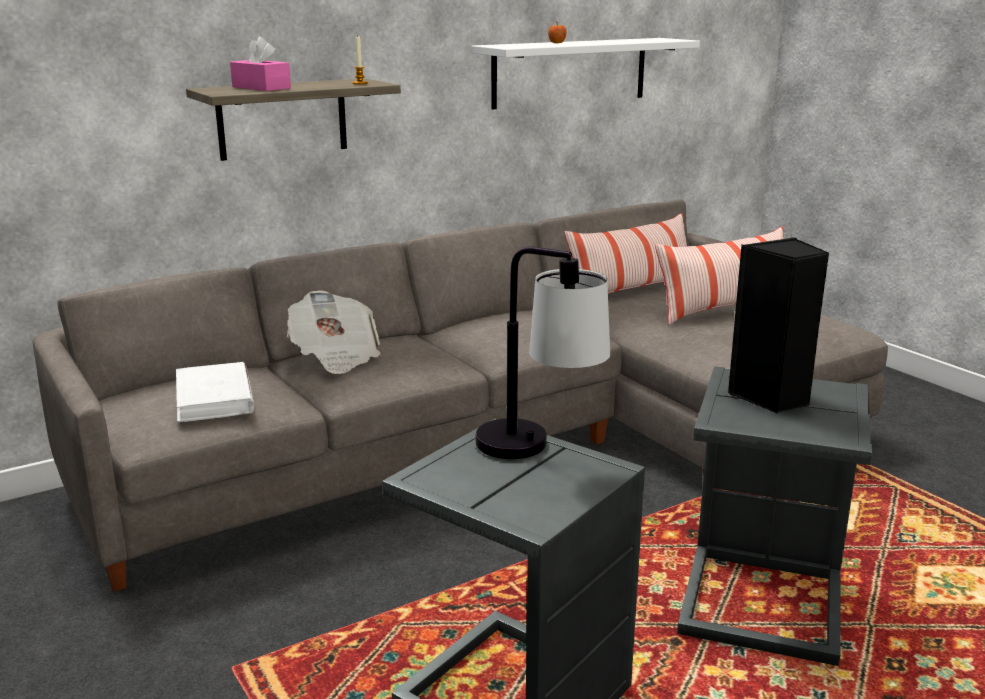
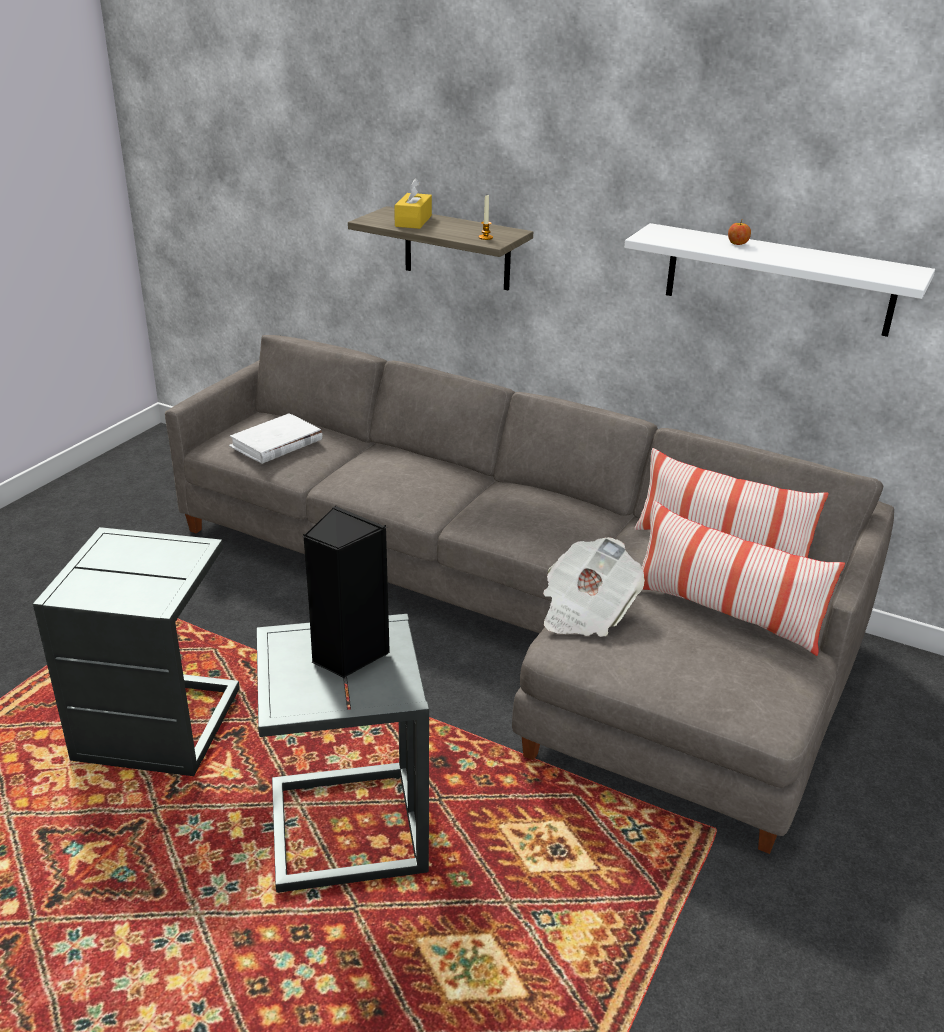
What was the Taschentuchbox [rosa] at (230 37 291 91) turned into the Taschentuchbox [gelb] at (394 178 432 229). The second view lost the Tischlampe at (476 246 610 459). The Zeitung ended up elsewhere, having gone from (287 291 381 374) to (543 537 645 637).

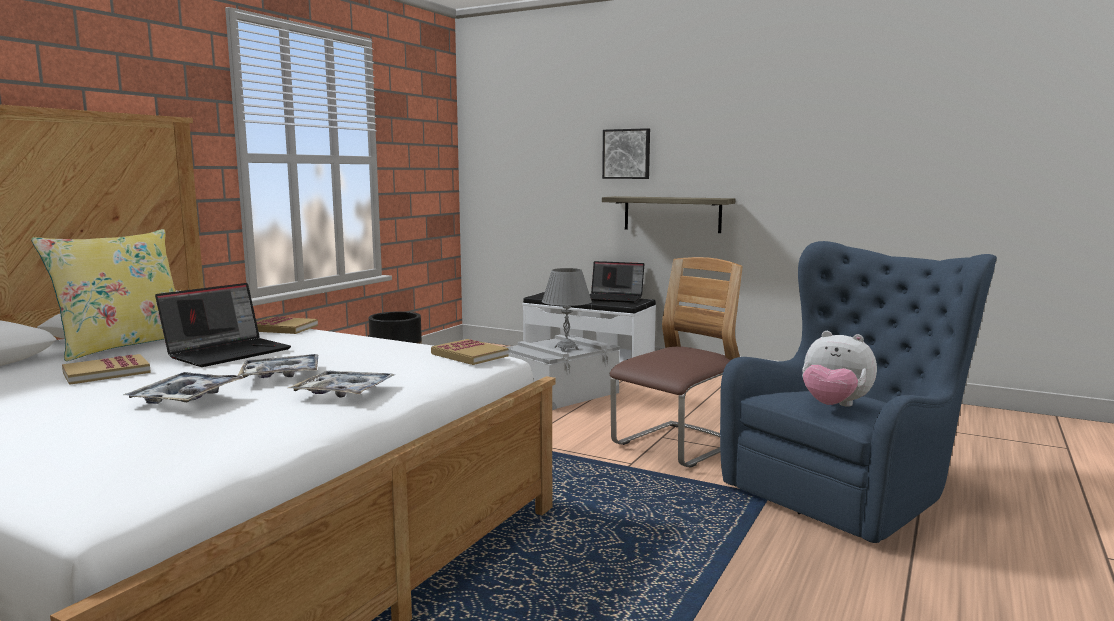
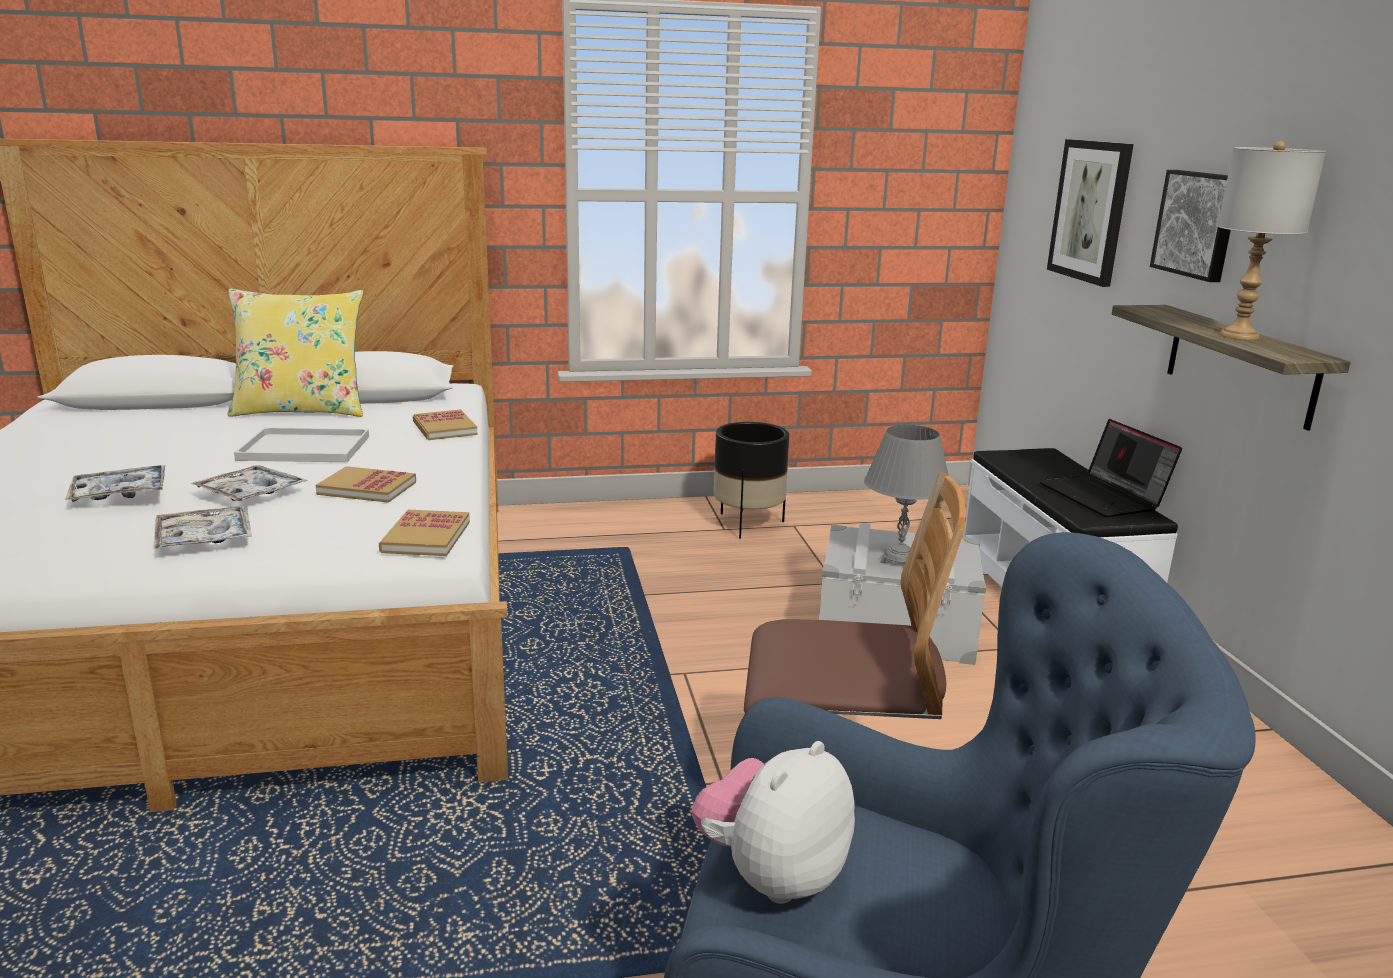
Where the Laptop stood at (155 283 291 367), the Tablett [weiß] came to stand at (234 428 369 462). The Plüschtier at (802 331 877 407) ended up facing another way, 45 degrees clockwise from before. The Buch ended up elsewhere, having gone from (62 354 151 385) to (316 466 416 503). The second view gained the Bild at (1047 139 1134 287). The second view gained the Tischlampe [grau] at (1218 141 1326 340).

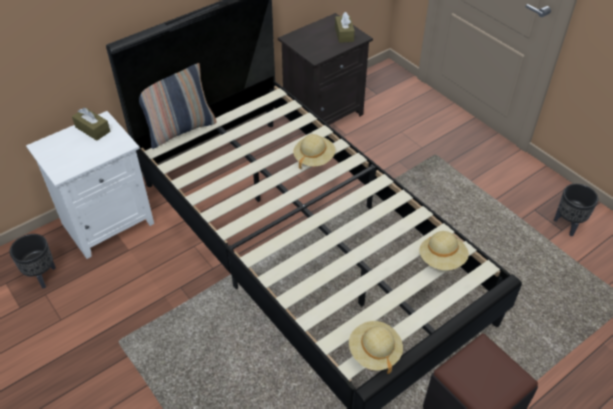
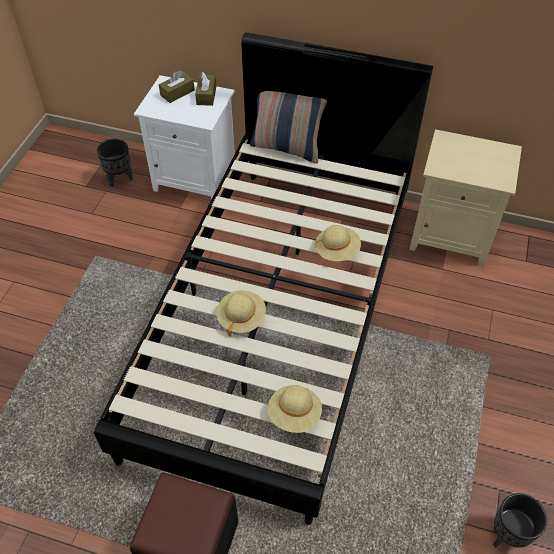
The Taschentuchbox [braun] ended up elsewhere, having gone from (335 12 355 43) to (159 70 195 103). What was the Nachttisch [schwarz] at (278 13 373 125) turned into the Nachttisch [beige] at (410 129 522 267). The Hut [beige] ended up elsewhere, having gone from (349 321 403 374) to (217 290 266 337).

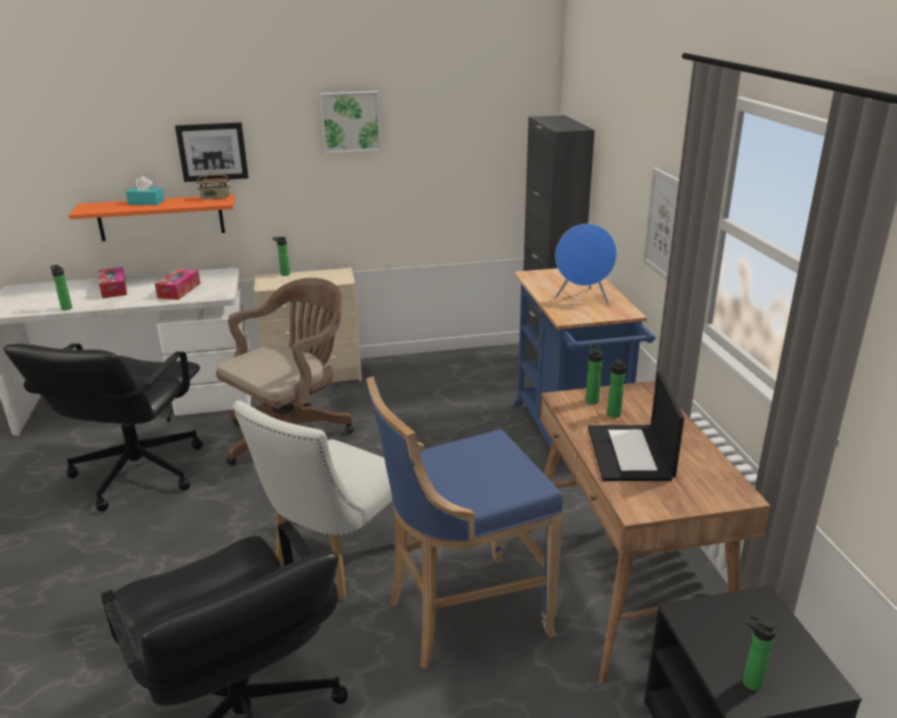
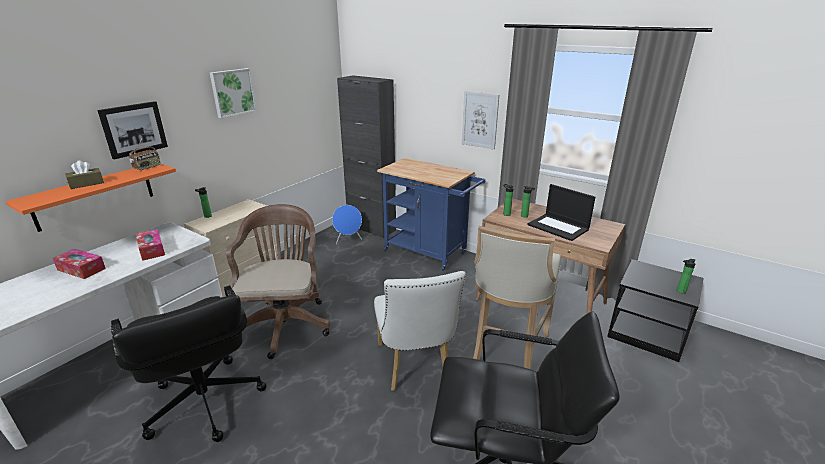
What was the Taschentuchbox [türkis] at (126 176 164 205) turned into the Taschentuchbox [braun] at (65 160 104 189). The Lautsprecher [blau] ended up elsewhere, having gone from (555 224 617 305) to (332 205 362 244). The second view lost the Flasche at (51 265 72 311). What was the Hocker [blau] at (366 376 563 669) turned into the Hocker [beige] at (473 226 561 369).

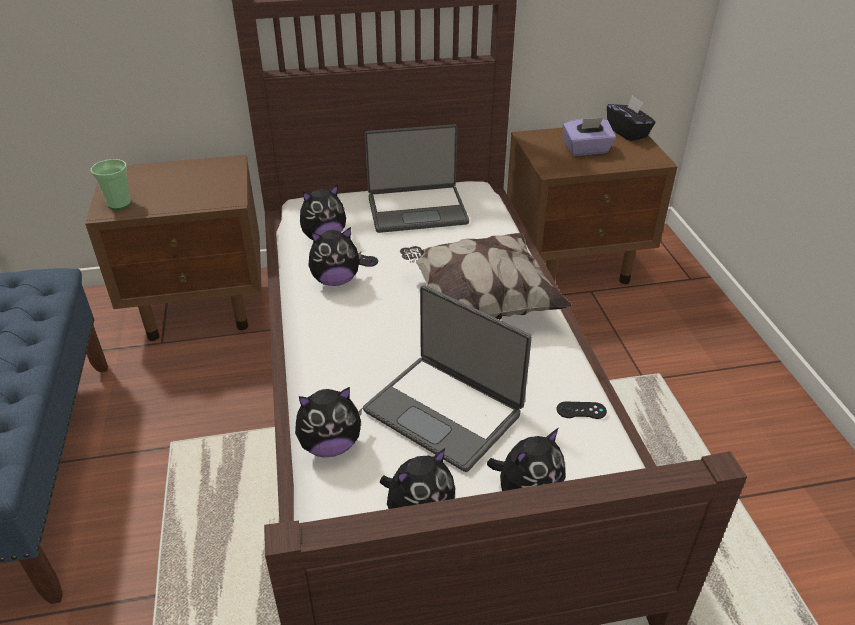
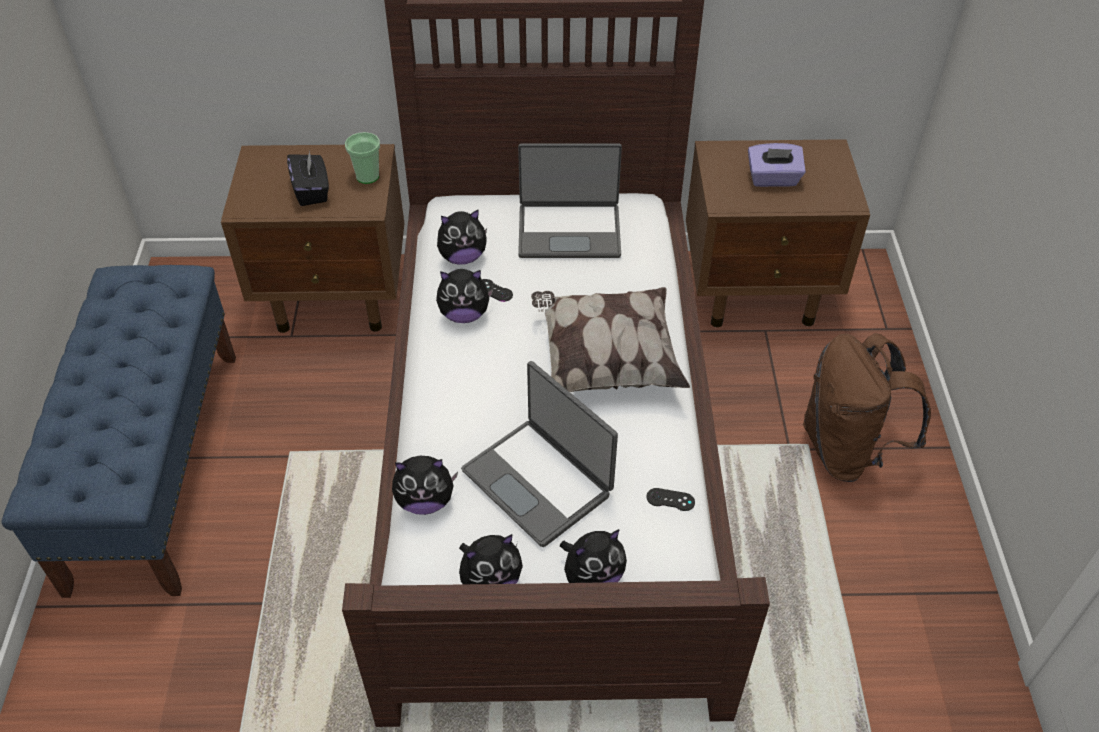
The Taschentuchbox [schwarz] ended up elsewhere, having gone from (607 95 656 141) to (287 151 329 206). The Tasse ended up elsewhere, having gone from (91 159 131 210) to (345 132 380 184). The second view gained the Rucksack [braun] at (803 333 931 482).

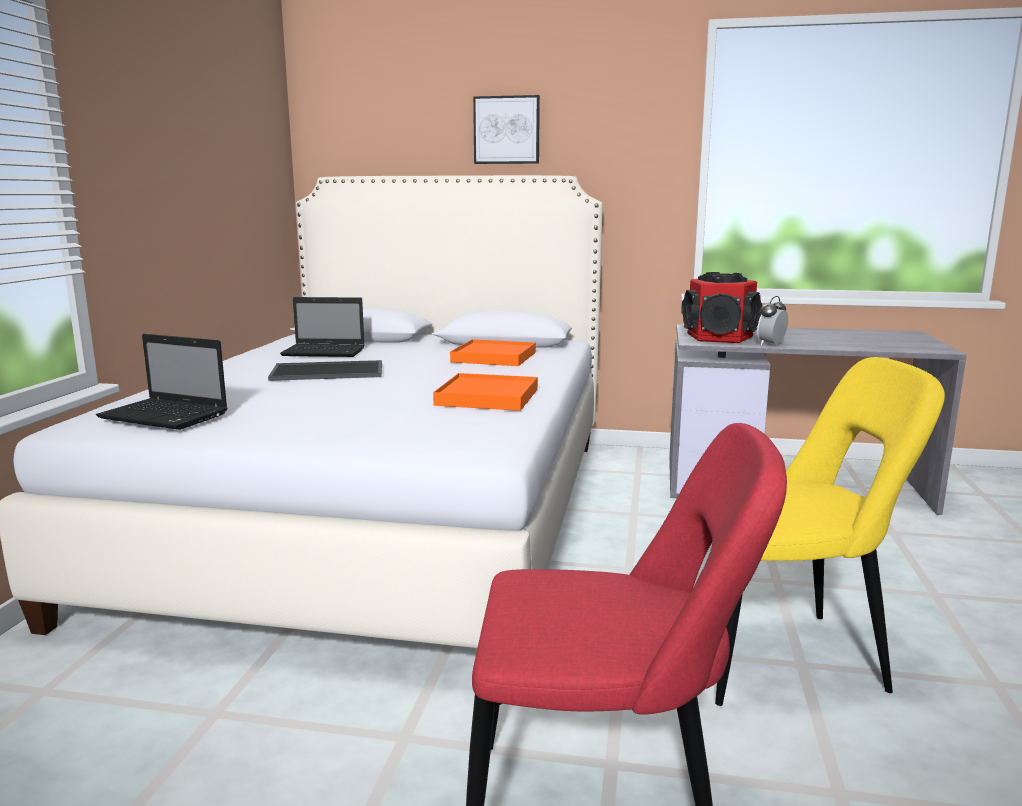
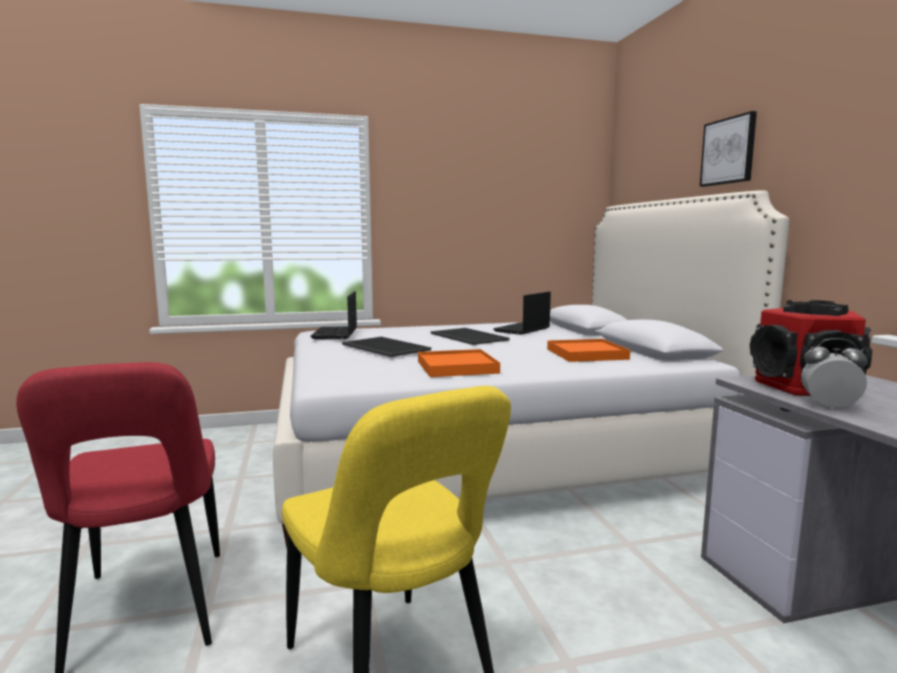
The Laptop at (280 297 365 357) ended up facing another way, 60 degrees clockwise from before. The second view gained the Tablett at (342 337 431 357).

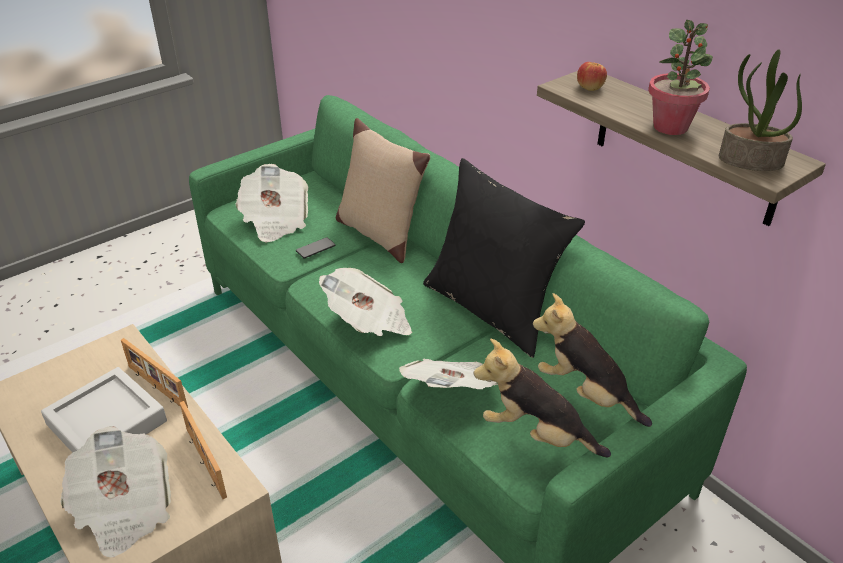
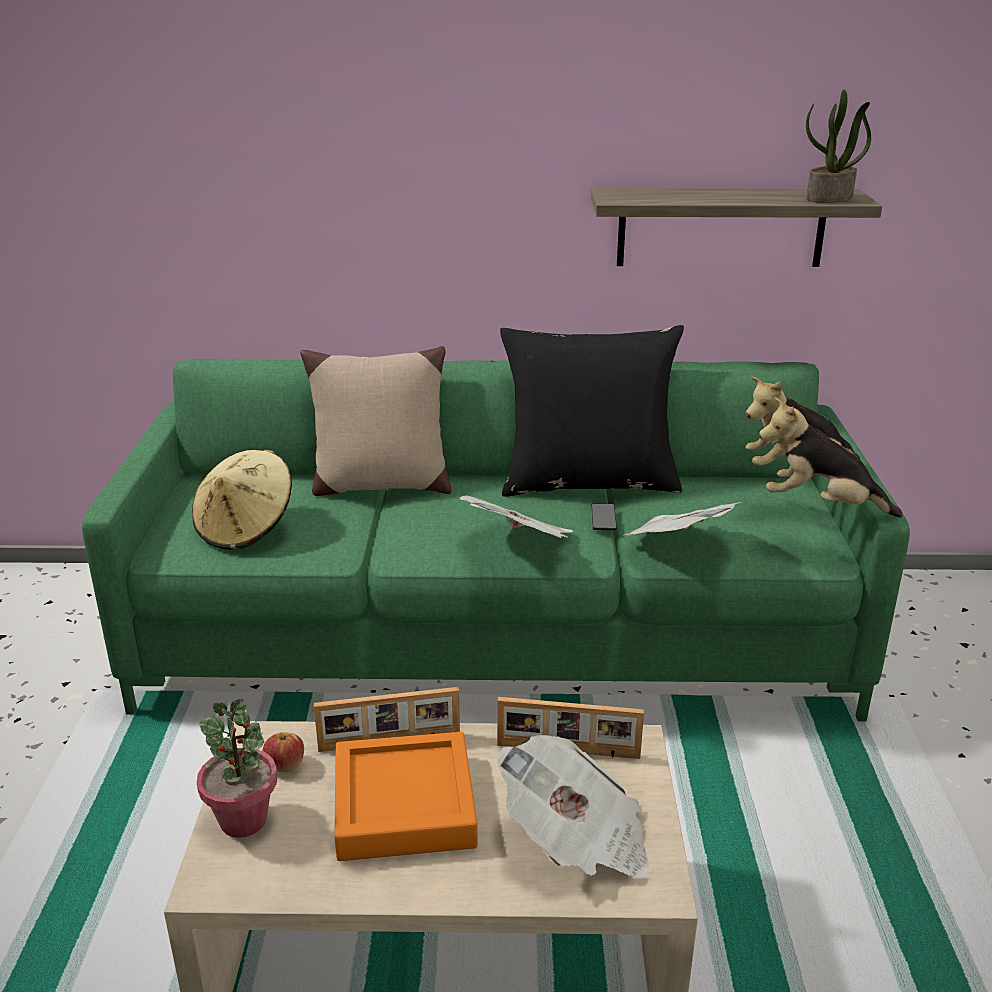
The Topfpflanze ended up elsewhere, having gone from (648 20 713 135) to (197 699 277 838). The Apfel ended up elsewhere, having gone from (577 62 607 91) to (262 732 304 773). Where the Zeitung stood at (236 164 309 243), the Hut [beige] came to stand at (192 449 292 550). The Handy ended up elsewhere, having gone from (296 237 336 258) to (591 503 617 530). The Plüschtier at (473 338 611 458) ended up facing another way, 45 degrees clockwise from before. What was the Tablett [grau] at (41 367 167 453) turned into the Tablett [orange] at (334 732 478 861).

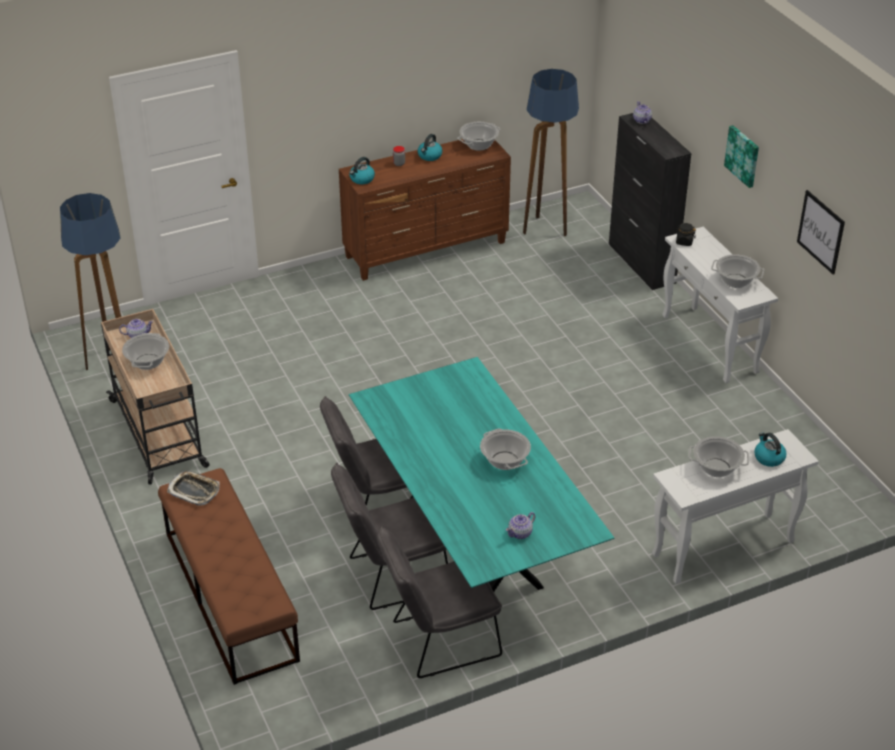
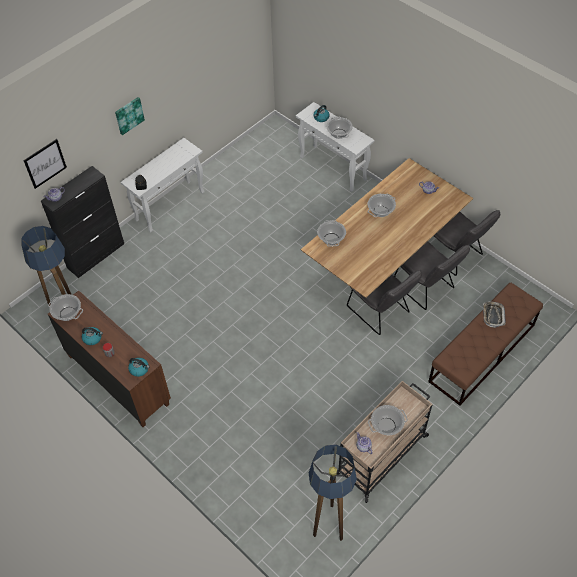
The Bild ended up elsewhere, having gone from (797 190 845 275) to (23 139 67 189). The Kochtopf ended up elsewhere, having gone from (711 254 764 288) to (317 220 346 247). What was the Esstisch [türkis] at (349 357 615 592) turned into the Esstisch [braun] at (301 158 474 298). The Tablett ended up elsewhere, having gone from (167 471 219 506) to (483 301 506 328).

